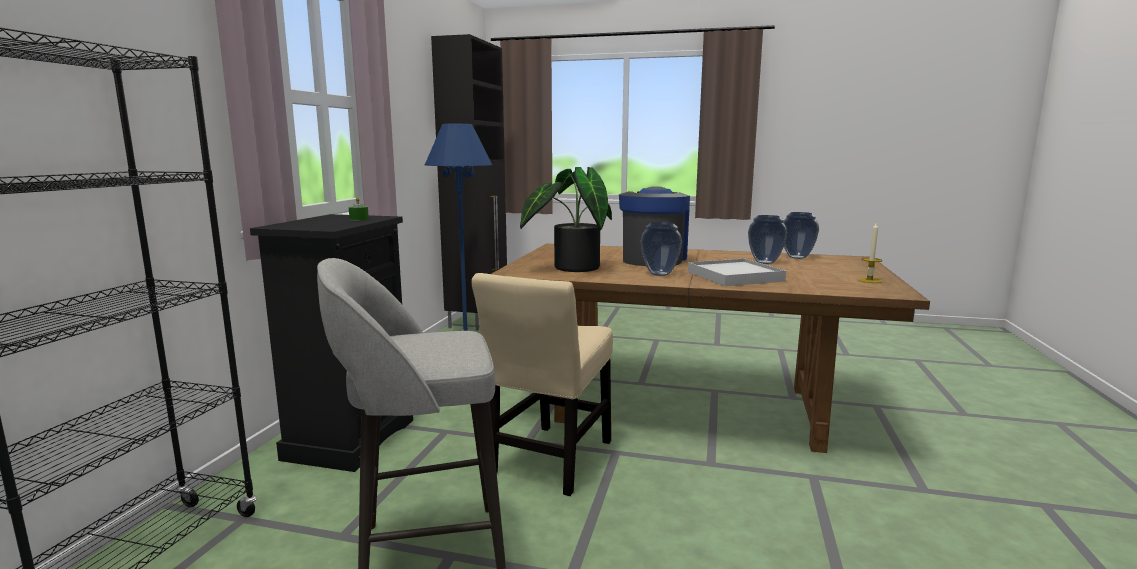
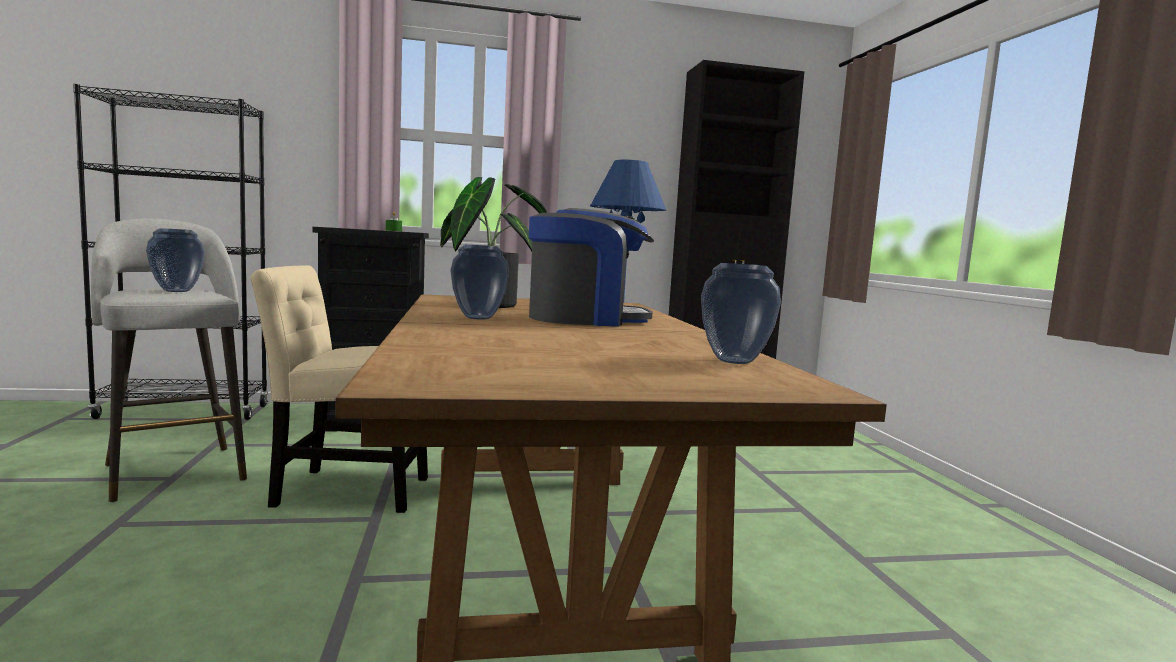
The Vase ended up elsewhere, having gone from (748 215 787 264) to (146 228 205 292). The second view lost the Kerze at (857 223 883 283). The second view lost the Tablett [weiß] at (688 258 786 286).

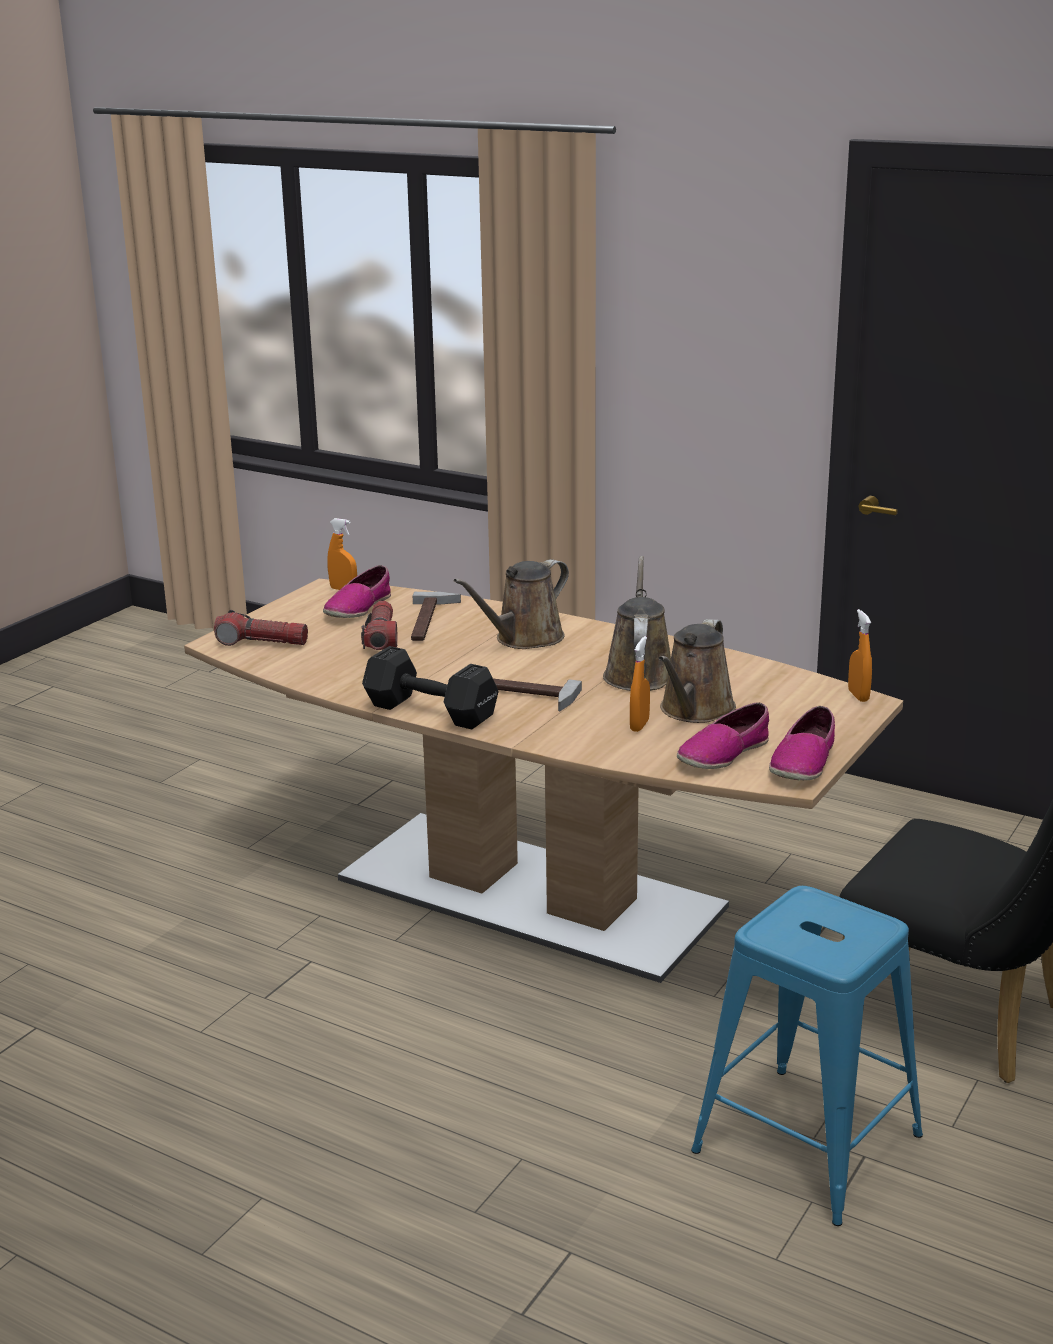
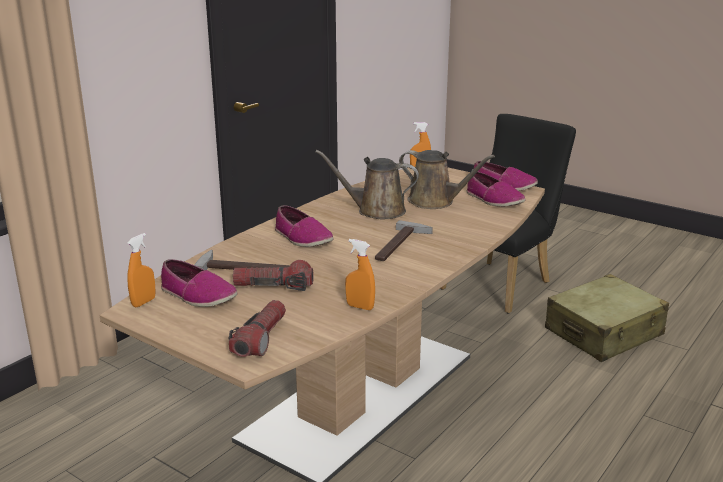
Where the Gießkanne [braun] stood at (454 559 569 649), the Schuh came to stand at (275 205 333 247). The Sprühflasche [orange] ended up elsewhere, having gone from (630 636 650 732) to (345 239 375 310). The second view lost the Hantel [schwarz] at (362 646 499 730). Where the Hocker [blau] stood at (691 886 923 1226), the Koffer [beige] came to stand at (545 274 669 362).

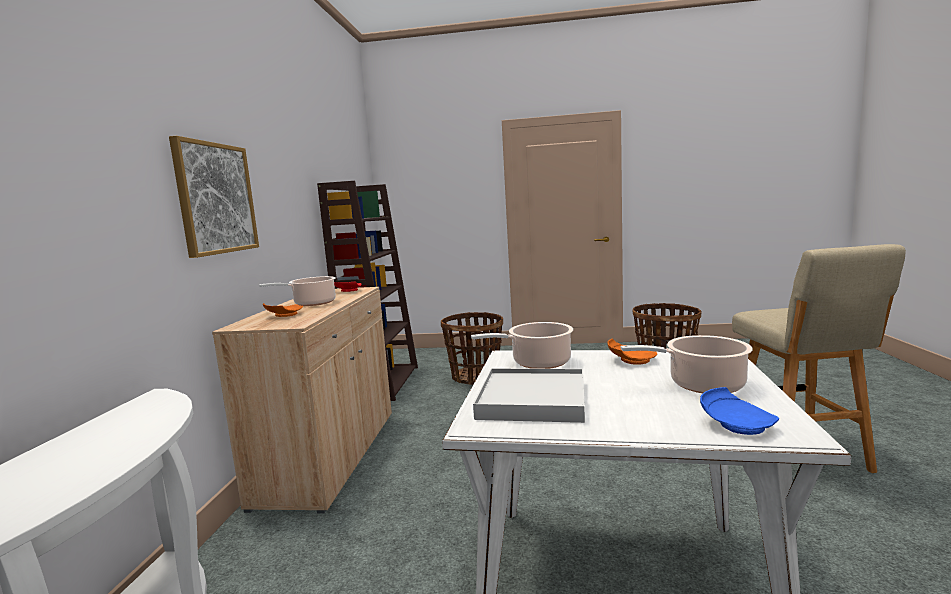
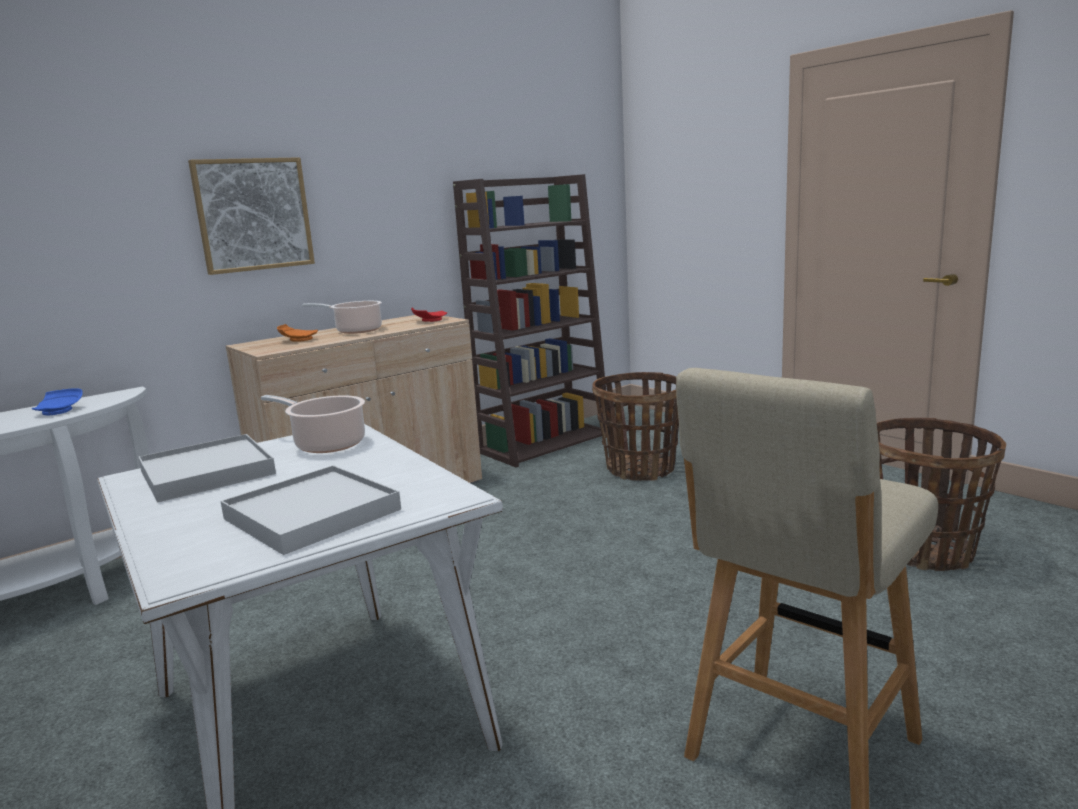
Where the Kochtopf stood at (621 335 752 393), the Tablett [weiß] came to stand at (221 465 401 555). The second view lost the Teller [orange] at (607 339 657 365). The Teller [blau] ended up elsewhere, having gone from (700 387 779 435) to (31 388 83 415).

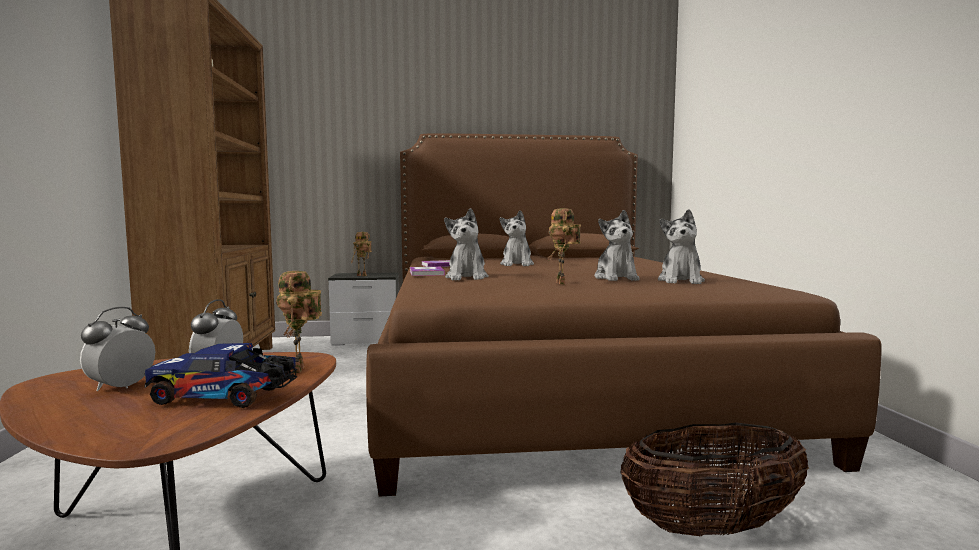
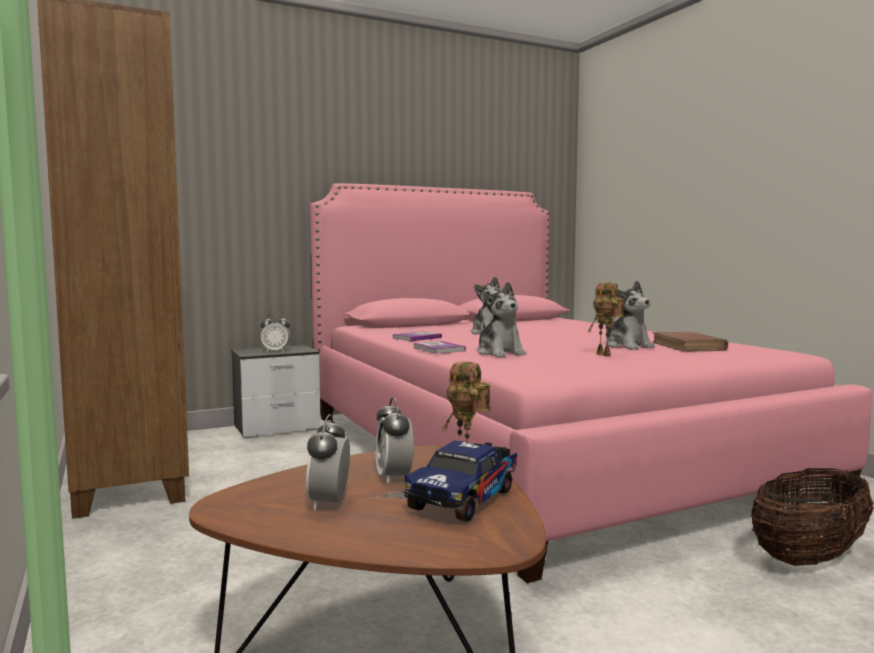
What was the Bett [braun] at (366 134 882 497) turned into the Bett [rosa] at (310 183 872 583). Where the Plüschtier stood at (658 209 705 284), the Buch [braun] came to stand at (652 332 728 351). Where the Spielzeugroboter stood at (352 232 372 276), the Wecker came to stand at (261 313 290 352). The Spielzeuglaster at (145 343 298 408) ended up facing another way, 45 degrees counterclockwise from before.

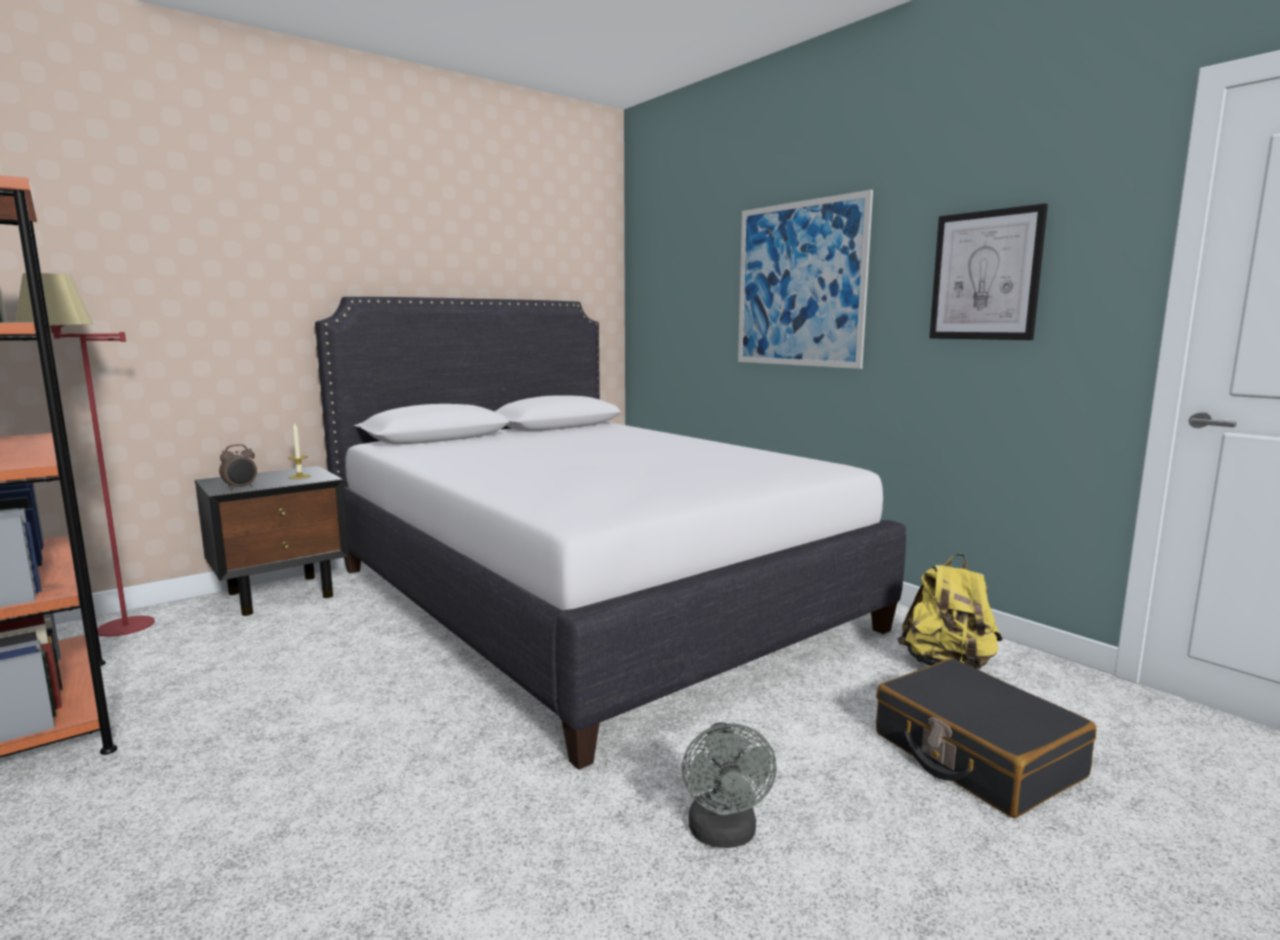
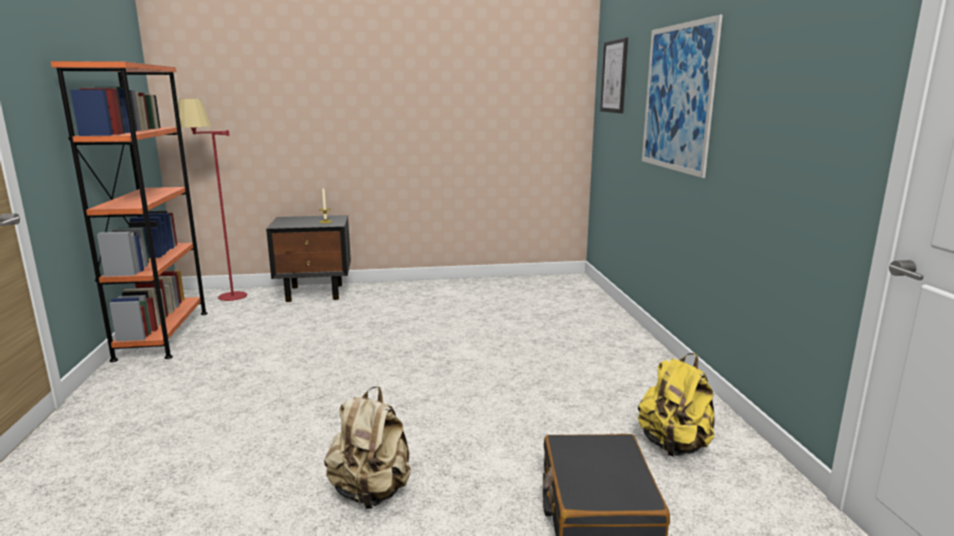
The Bild ended up elsewhere, having gone from (929 203 1048 340) to (600 38 628 113). The second view lost the Bett [weiß] at (315 296 906 770). The second view lost the Wecker at (219 444 257 490). Where the Ventilator [grau] stood at (682 722 777 848), the Rucksack [beige] came to stand at (324 386 411 509).

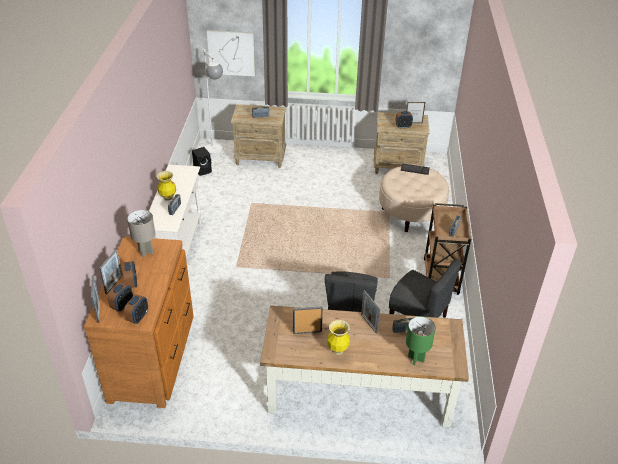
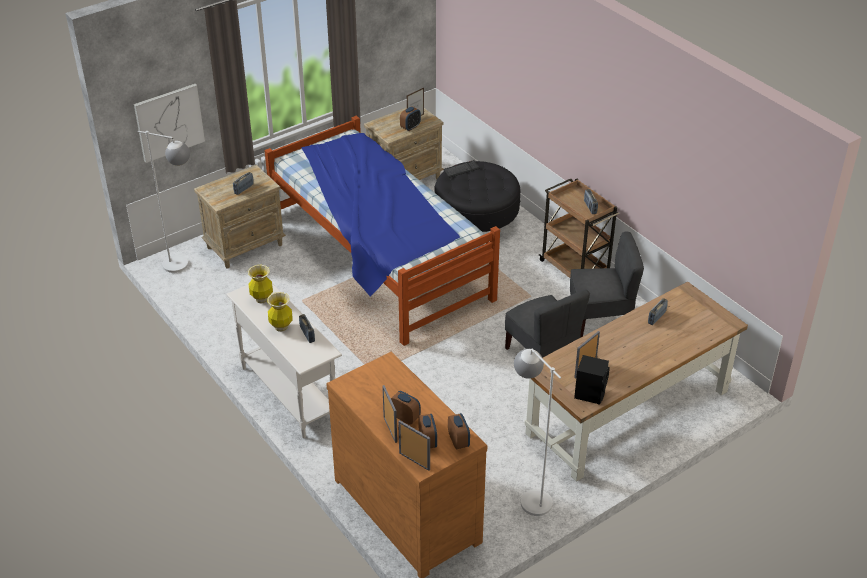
The Lautsprecher [schwarz] ended up elsewhere, having gone from (192 147 212 176) to (574 355 610 405). What was the Polsterhocker [beige] at (379 165 449 232) turned into the Polsterhocker [schwarz] at (434 161 521 232). The second view lost the Tischlampe [grau] at (127 210 155 257). The second view lost the Bilderrahmen at (361 290 380 334). The second view lost the Tischlampe [grün] at (406 316 436 365). The Vase ended up elsewhere, having gone from (327 320 350 355) to (248 265 273 303). The second view gained the Bett at (265 116 500 346). The second view gained the Stehlampe [weiß] at (514 349 561 516).

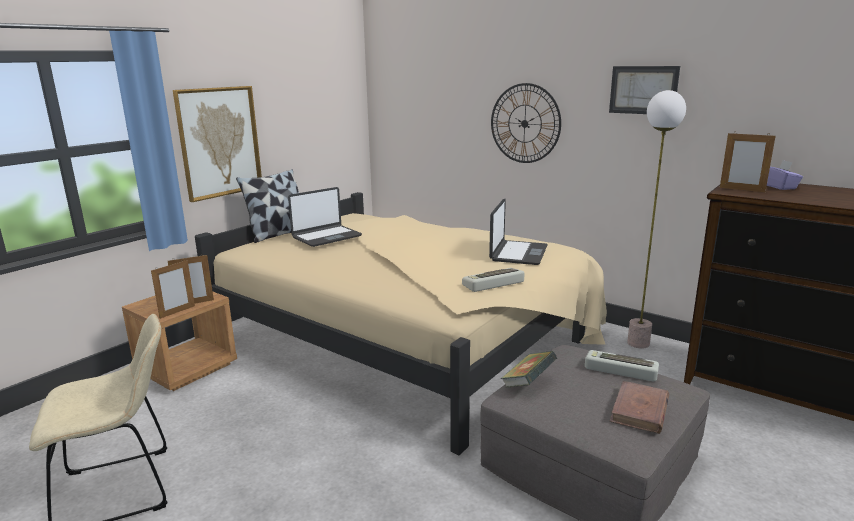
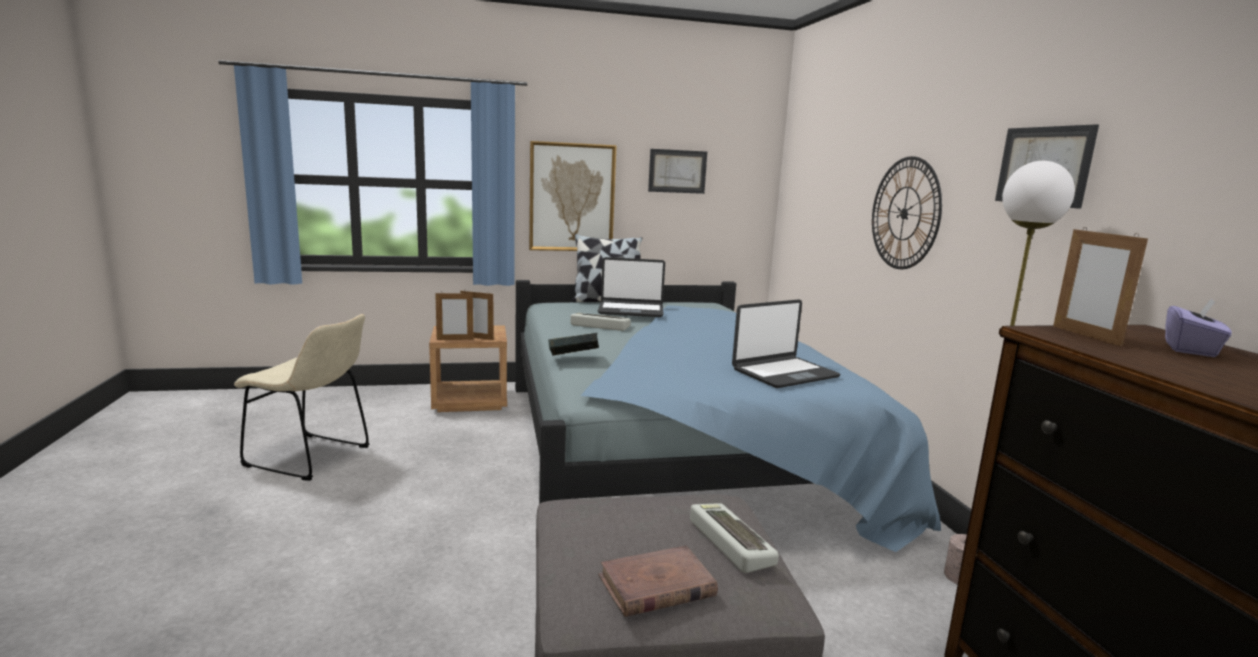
What was the Bett [beige] at (195 192 607 455) turned into the Bett [blau] at (515 280 941 552). The Tastatur ended up elsewhere, having gone from (462 268 525 292) to (570 313 631 331). The Buch ended up elsewhere, having gone from (501 351 557 388) to (548 333 599 356). The second view gained the Bild at (648 149 707 194).

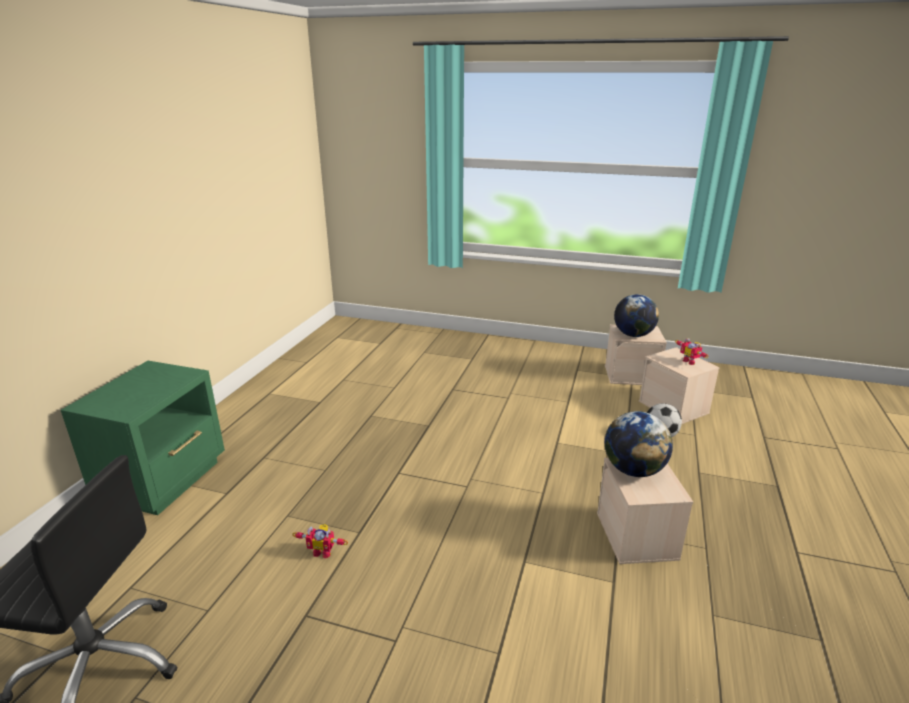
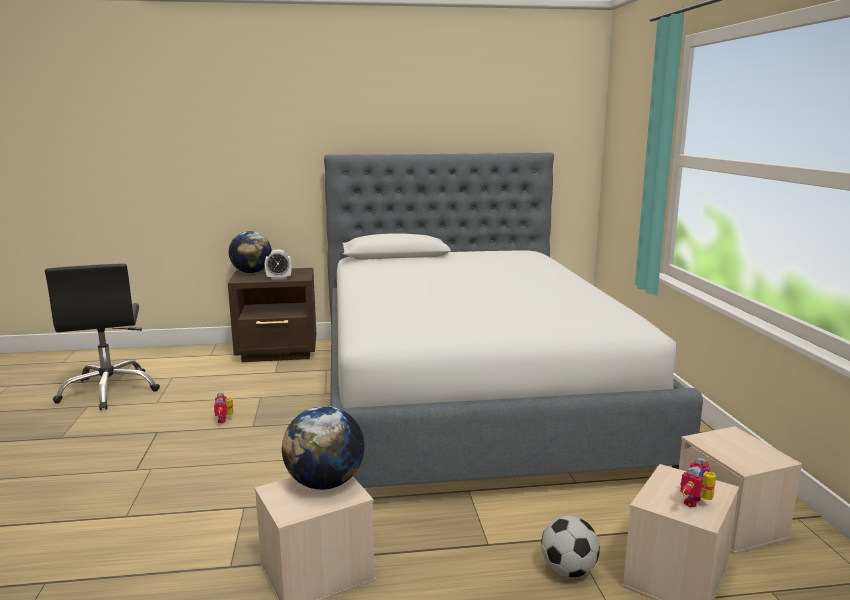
The Globus ended up elsewhere, having gone from (614 294 659 337) to (229 231 272 273). What was the Nachttisch [grün] at (61 361 225 515) turned into the Nachttisch [braun] at (228 268 316 362). The second view gained the Bett at (324 153 703 488). The second view gained the Wecker at (265 250 292 280).

